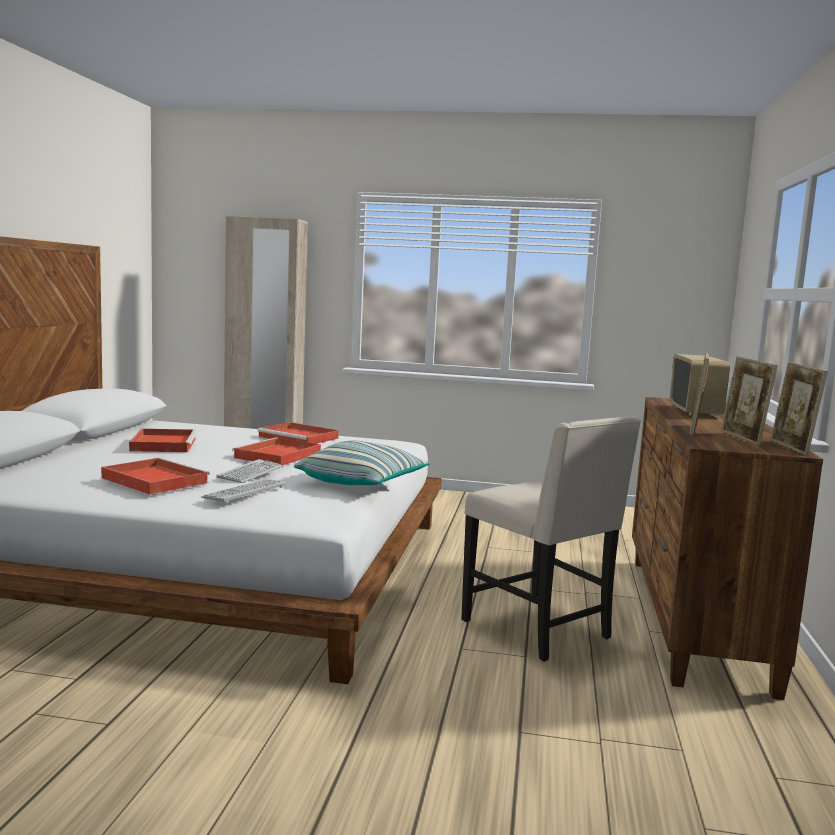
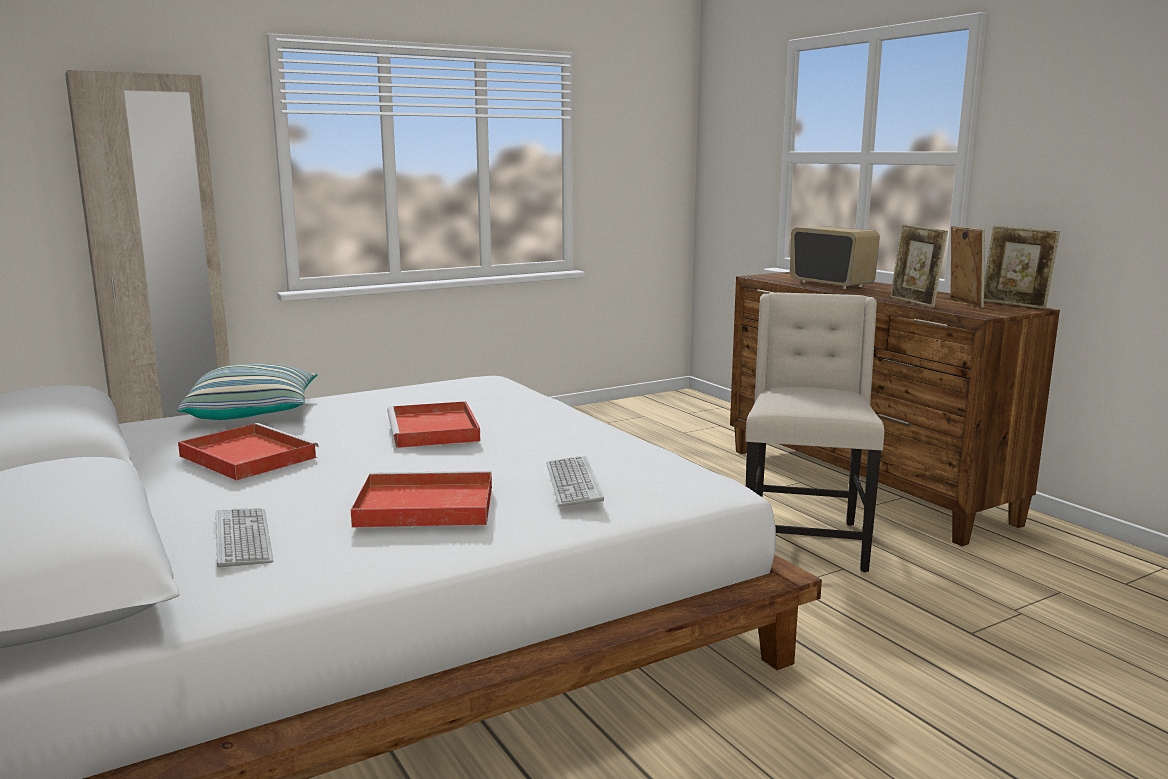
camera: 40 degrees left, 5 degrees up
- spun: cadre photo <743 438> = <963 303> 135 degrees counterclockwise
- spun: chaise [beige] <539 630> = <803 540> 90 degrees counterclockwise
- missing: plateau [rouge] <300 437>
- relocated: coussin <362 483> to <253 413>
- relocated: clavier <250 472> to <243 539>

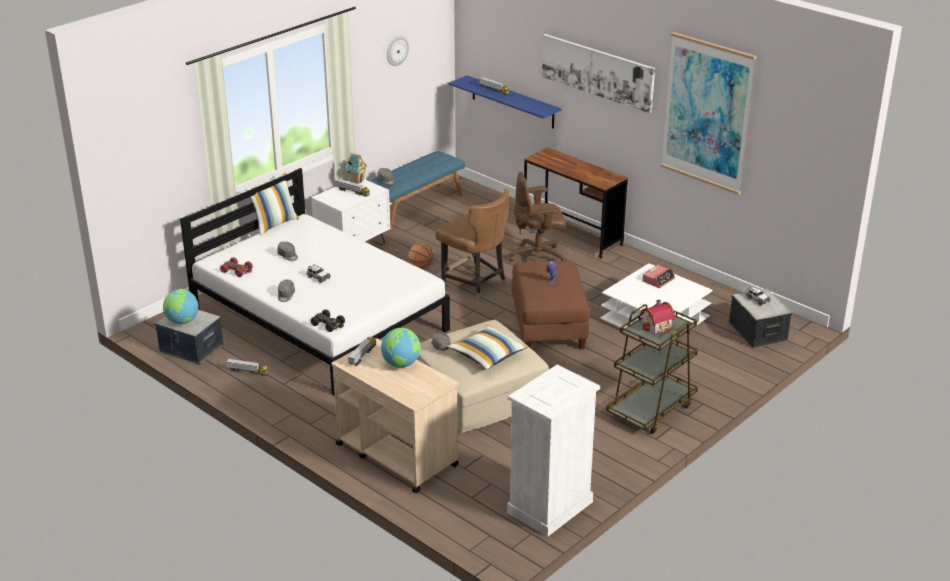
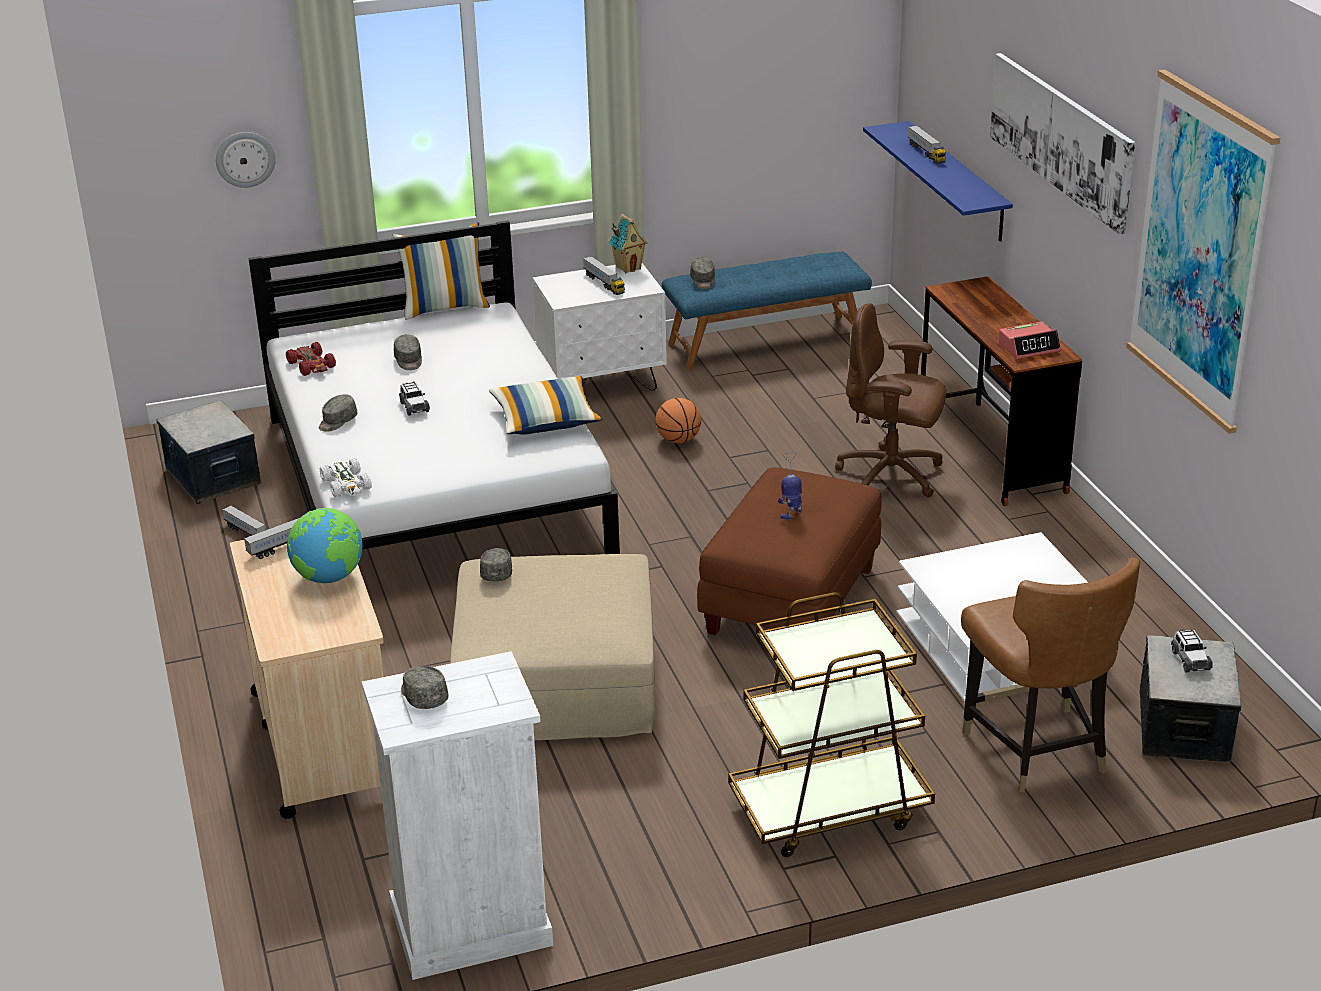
camera: 30 degrees right, 0 degrees up
- relocated: horloge murale <397 50> to <245 159>
- relocated: chaise [marron] <475 285> to <1037 750>
- relocated: réveil <658 280> to <1029 348>
- missing: globe <182 321>
- missing: maison miniature <658 327>
- colour: petite voiture [noir] <328 324> to petite voiture [blanc] <347 484>
- relocated: coussin <487 355> to <546 420>
- appeared: casquette [gris] <423 696>

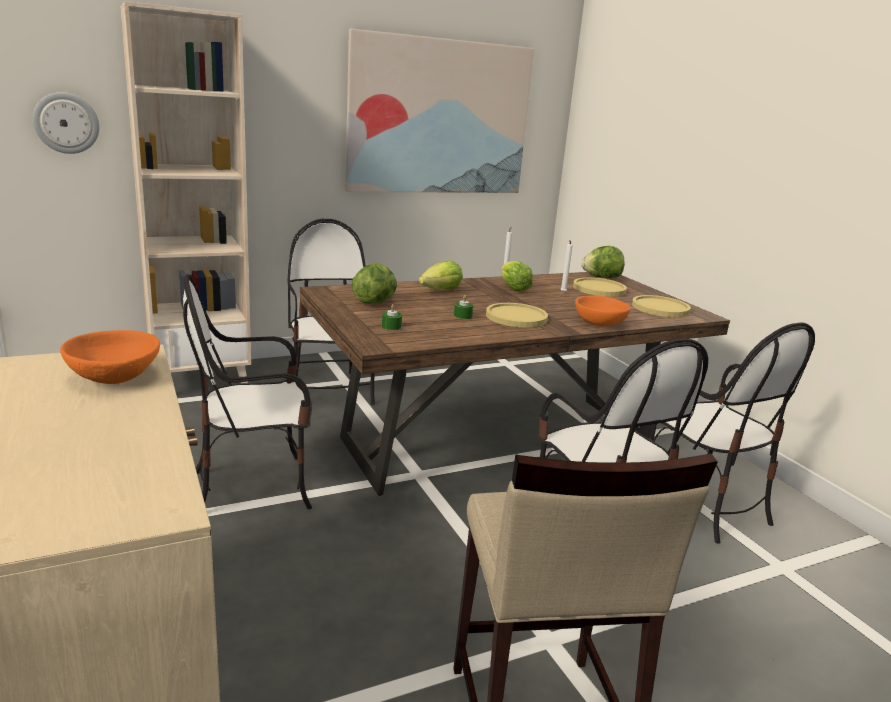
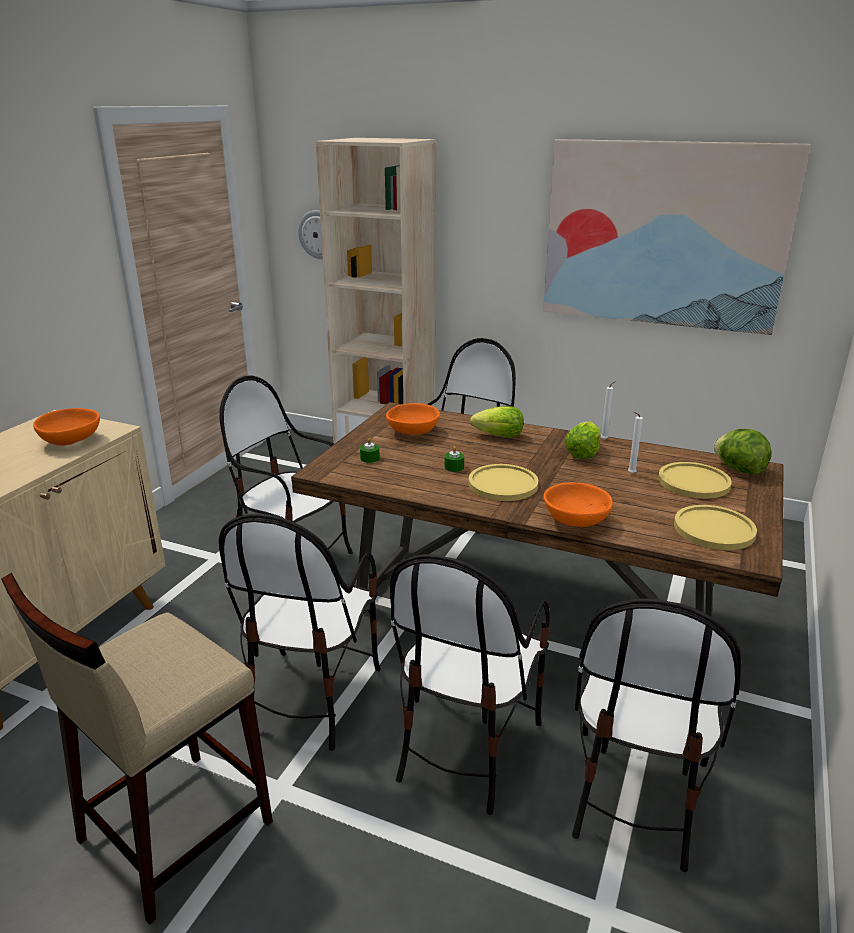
camera: 50 degrees right, 5 degrees up
- exchanged: laitue <375 302> to bol [orange] <412 432>
- appeared: chaise <311 696>

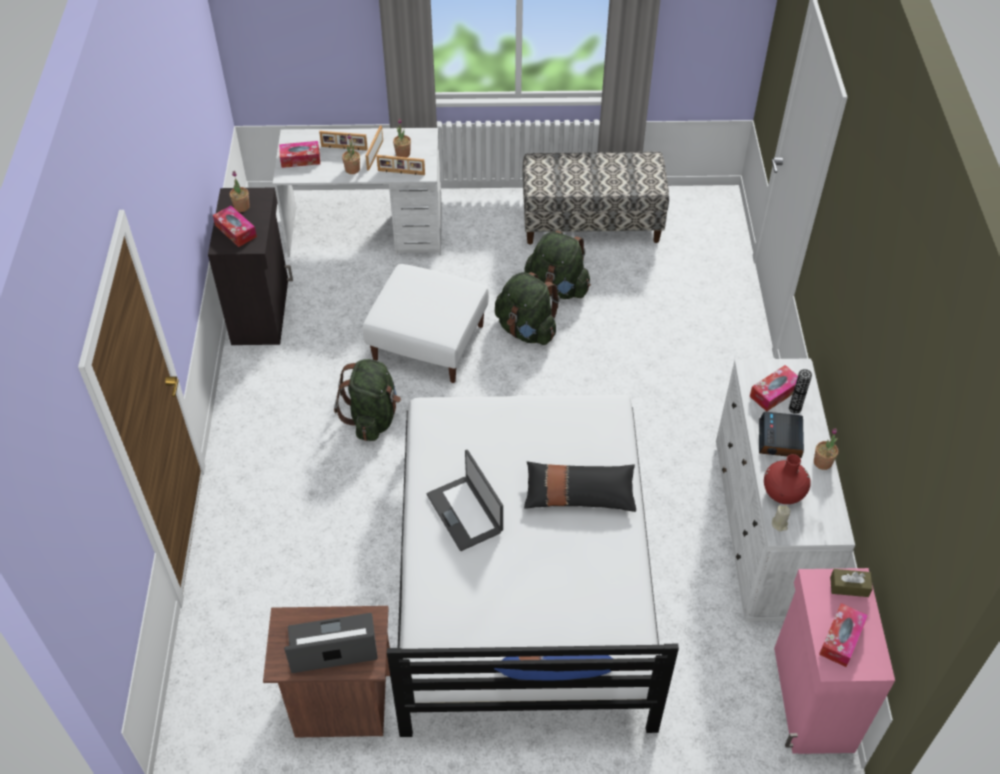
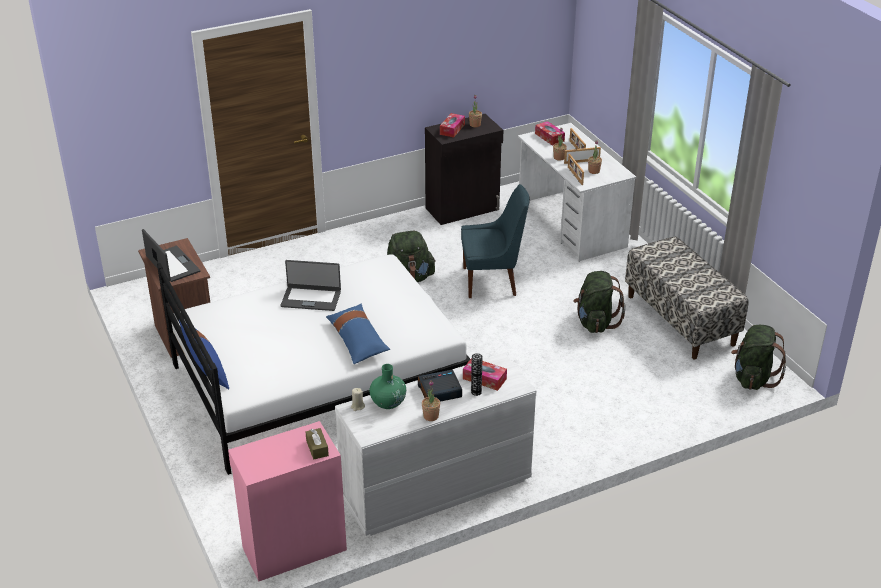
camera: 65 degrees right, 15 degrees down
- exchanged: pouf [blanc] <429 342> to chaise [bleu] <492 281>
- relocated: sac à dos [vert] <526 330> to <753 378>
- spun: ordinateur portable <465 513> = <311 298> 120 degrees counterclockwise
- colour: vase [rouge] <783 493> to vase [vert] <388 402>
- colour: coussin [noir] <579 494> to coussin [bleu] <357 340>
- missing: boîte à mouchoirs <841 639>

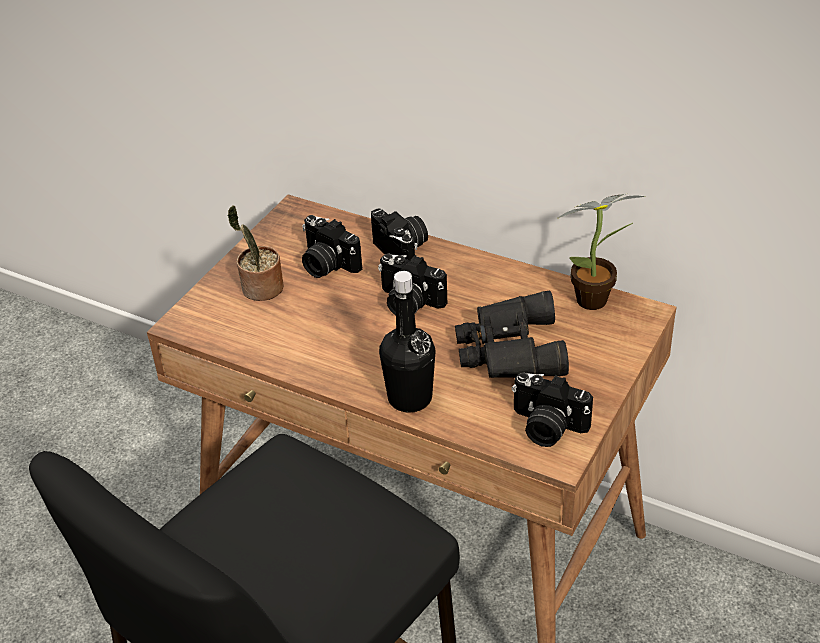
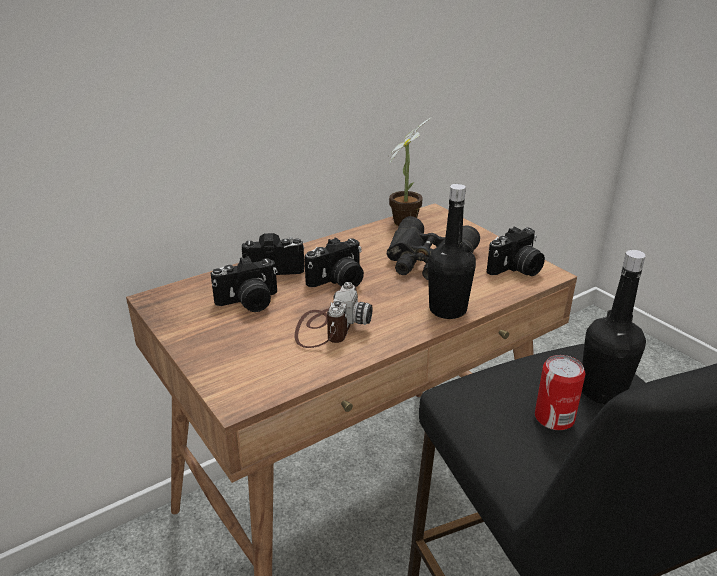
camera: 65 degrees left, 10 degrees down
- missing: plante en pot <260 289>
- appeared: bouteille [noir] <602 391>
- appeared: appareil photo <328 327>
- appeared: boîte métallique <554 418>

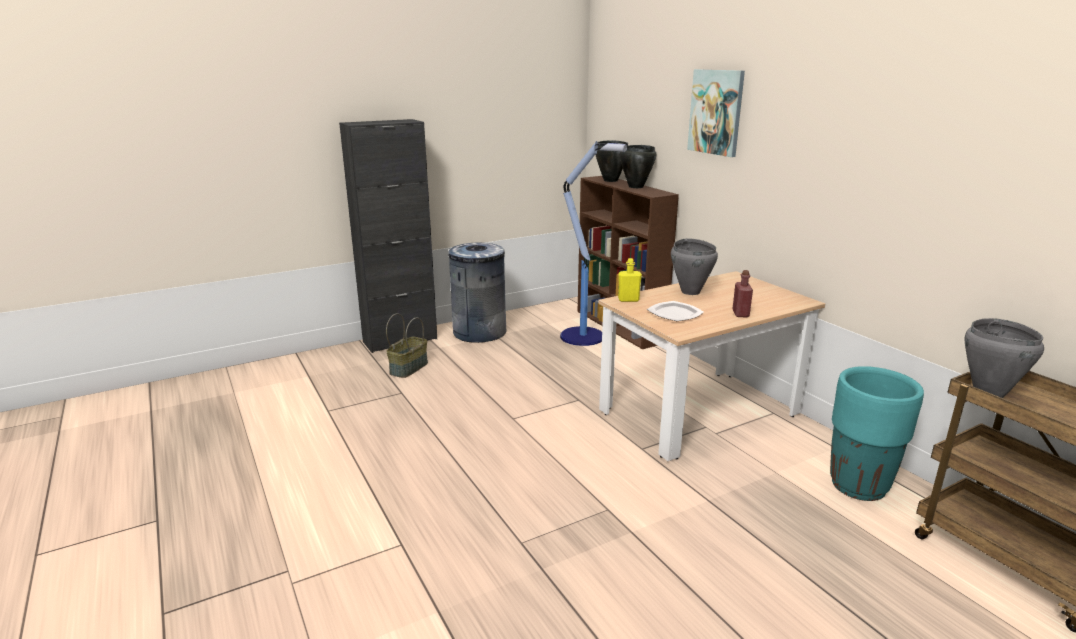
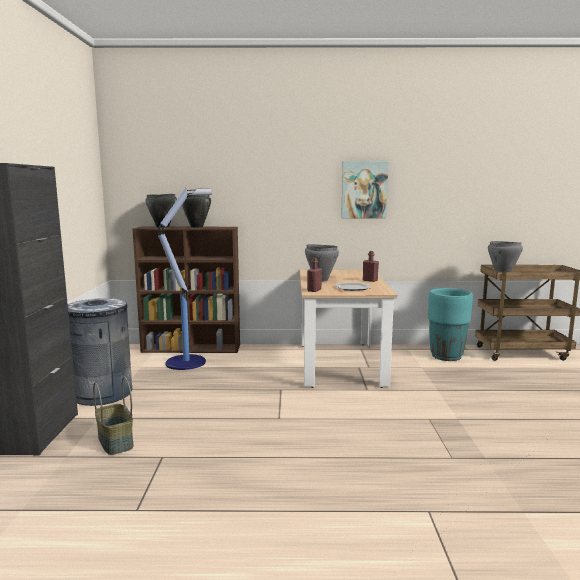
camera: 60 degrees left, 10 degrees down
- relocated: tableau <716 112> to <364 190>
- colour: bouteille [jaune] <628 300> to bouteille [rouge] <314 290>

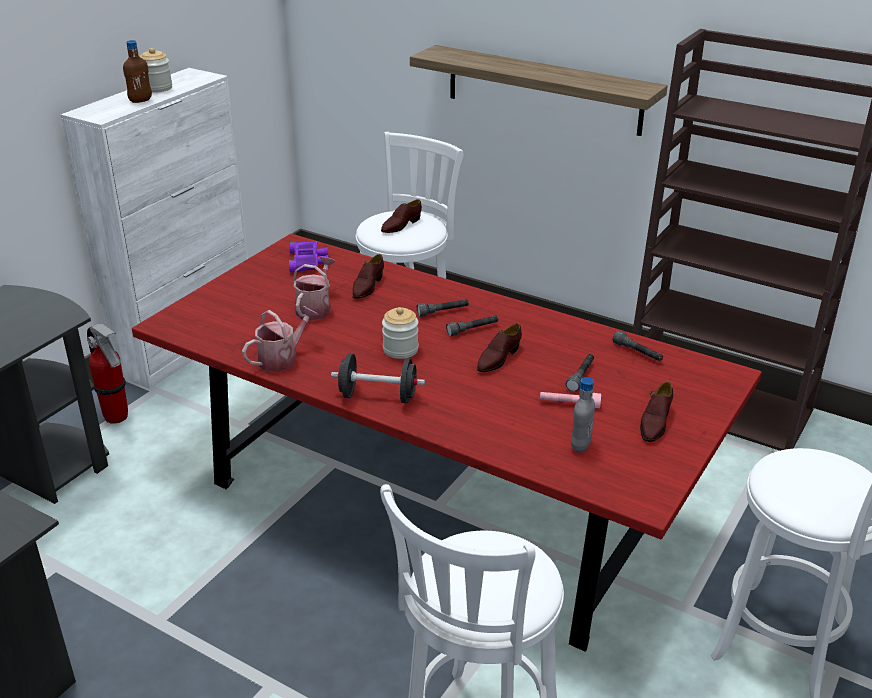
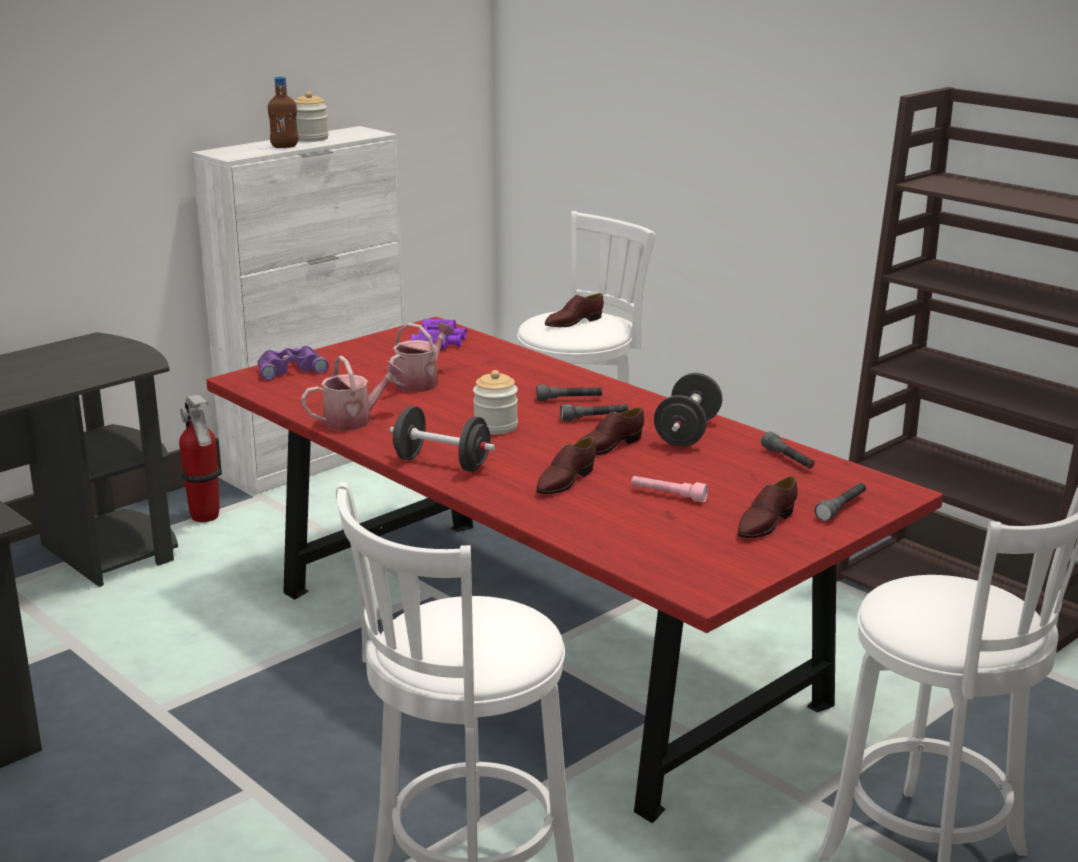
camera: 15 degrees right, 10 degrees down
- missing: étagère <543 90>
- relocated: chaussure [marron] <367 286> to <564 481>
- relocated: lampe de poche [gris] <581 377> to <842 508>
- missing: bouteille [gris] <580 446>
- appeared: jumelles [violet] <290 369>
- appeared: haltère [noir] <687 433>

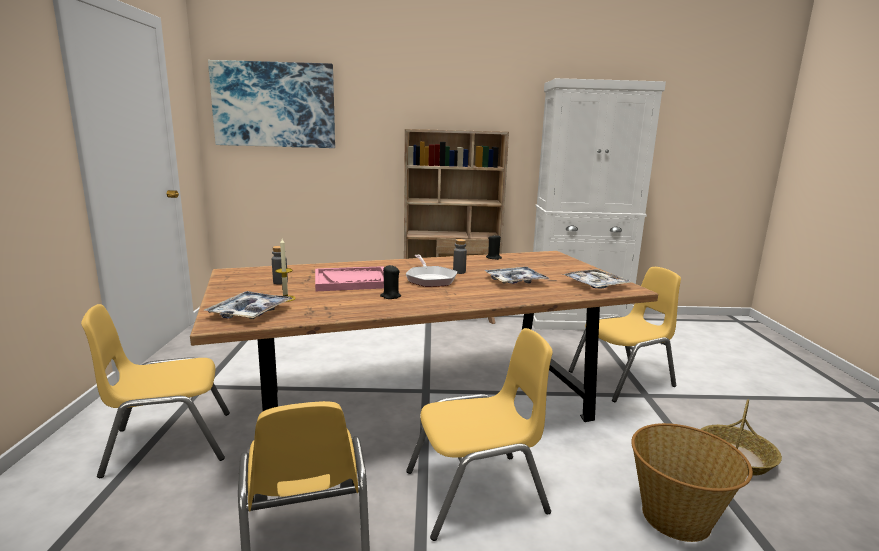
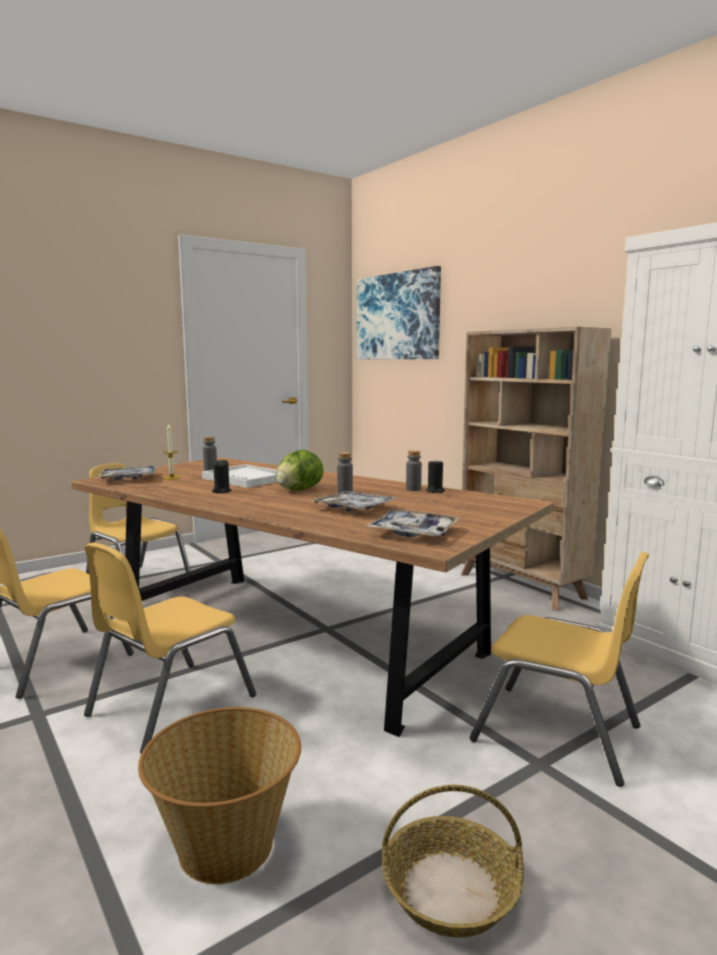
camera: 55 degrees right, 5 degrees down
- exchanged: poêle <430 279> to laitue <298 490>
- colour: plateau [rose] <352 281> to plateau [blanc] <246 478>
- spun: chaise [jaune] <476 493> = <170 705> 90 degrees clockwise
- appeared: bouteille [gris] <413 489>

